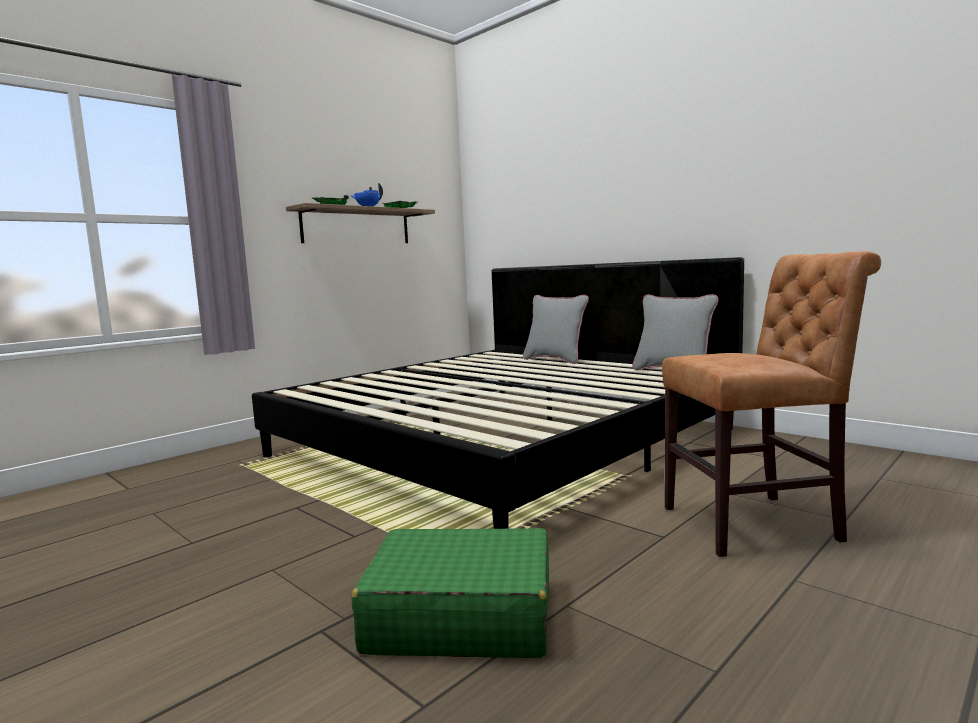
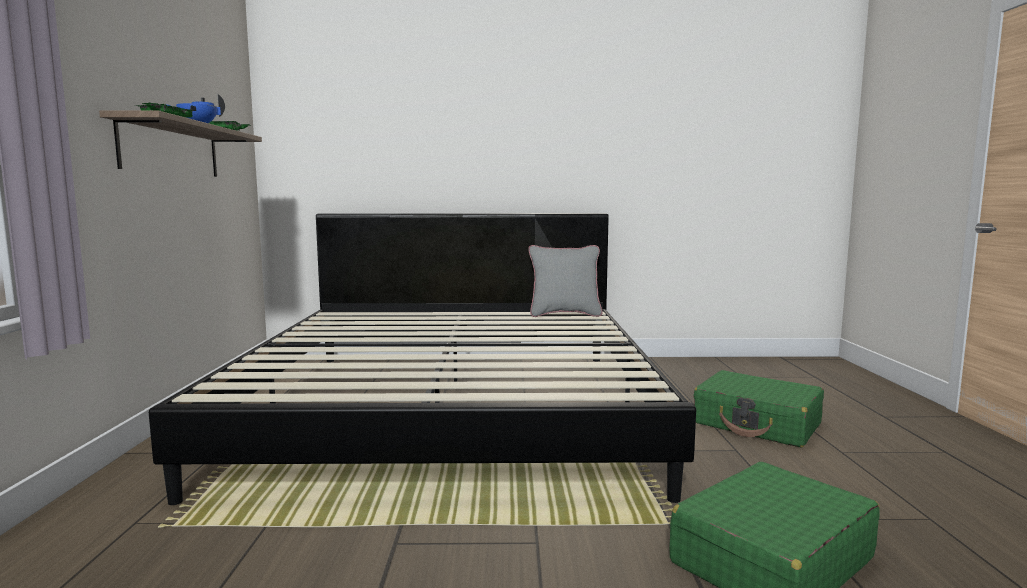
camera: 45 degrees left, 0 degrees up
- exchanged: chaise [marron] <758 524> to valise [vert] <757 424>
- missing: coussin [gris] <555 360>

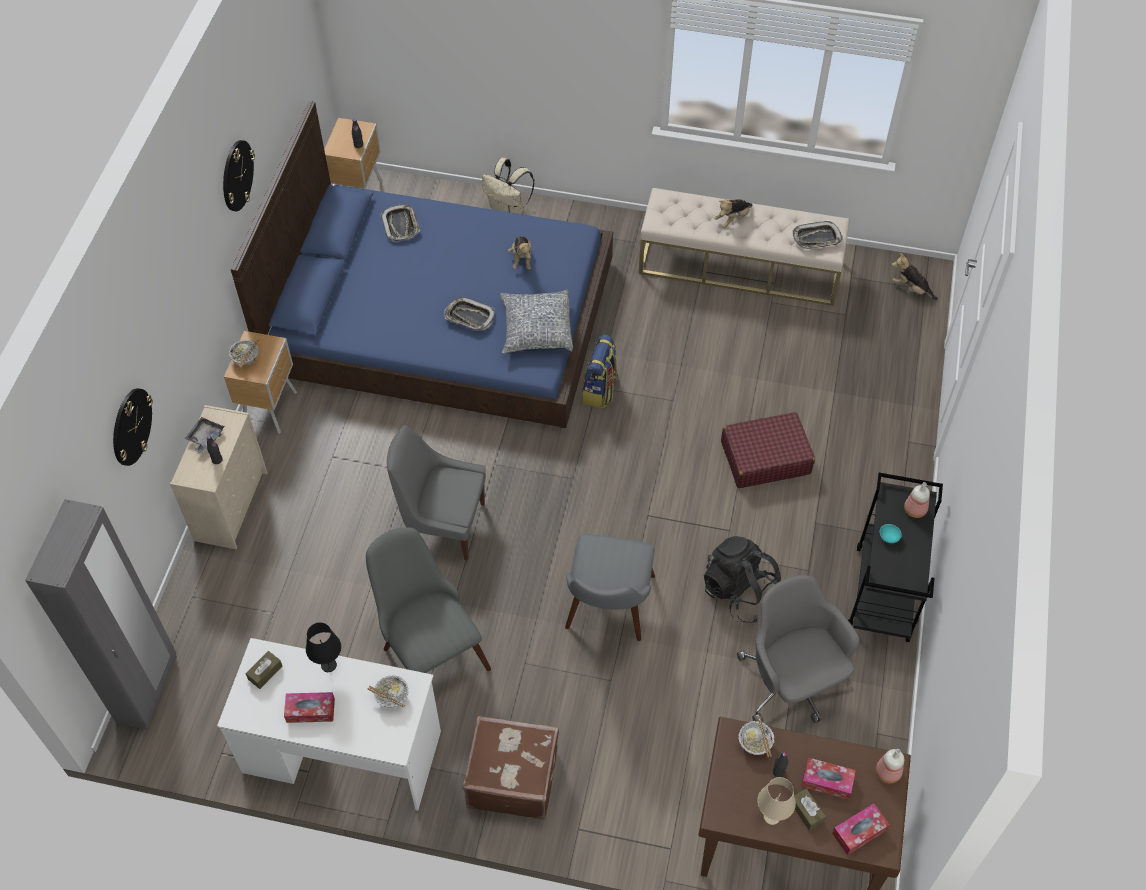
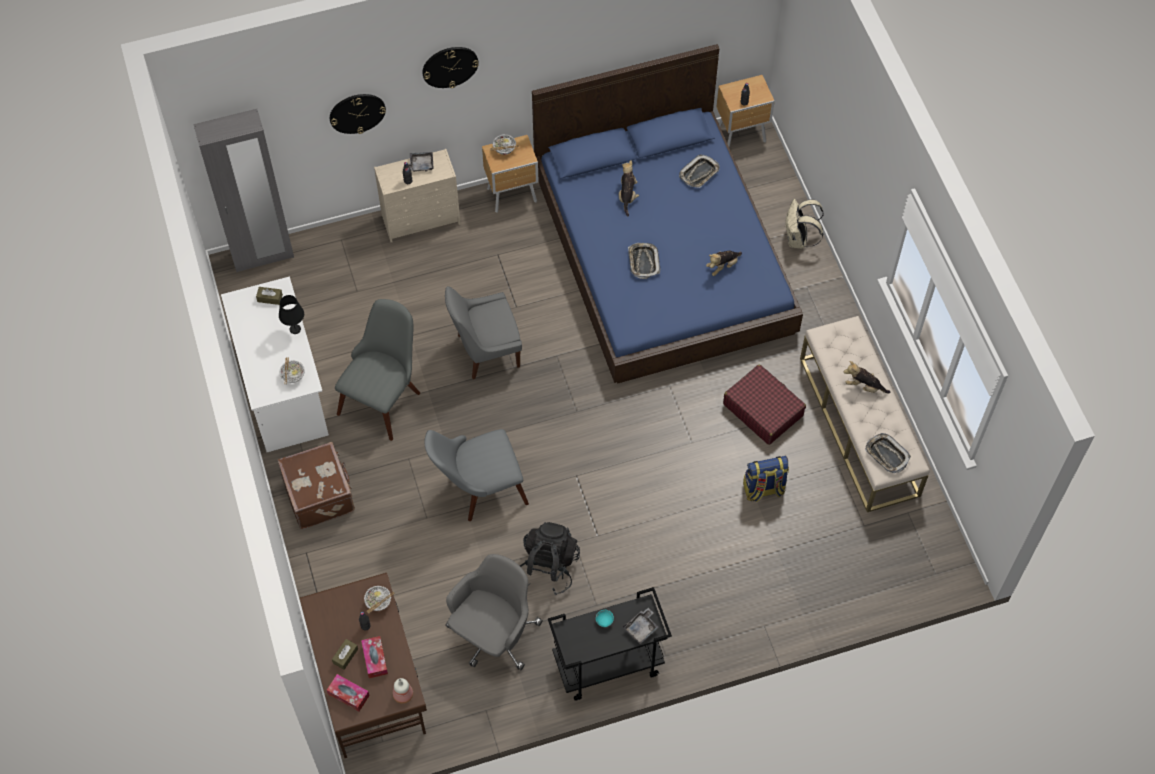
camera: 60 degrees right, 5 degrees up
- relocated: horloge murale <237 175> to <450 66>
- relocated: peluche <911 289> to <627 195>
- missing: coussin <536 329>
- relocated: sac à dos <600 390> to <763 489>
- relocated: valise [rouge] <765 457> to <763 409>
- spun: chaise [gris] <443 525> = <485 351> 90 degrees counterclockwise
- exchanged: bouteille <915 509> to plateau [gris] <641 628>
- missing: boîte à mouchoirs <310 710>
- missing: lampe de table [beige] <771 817>

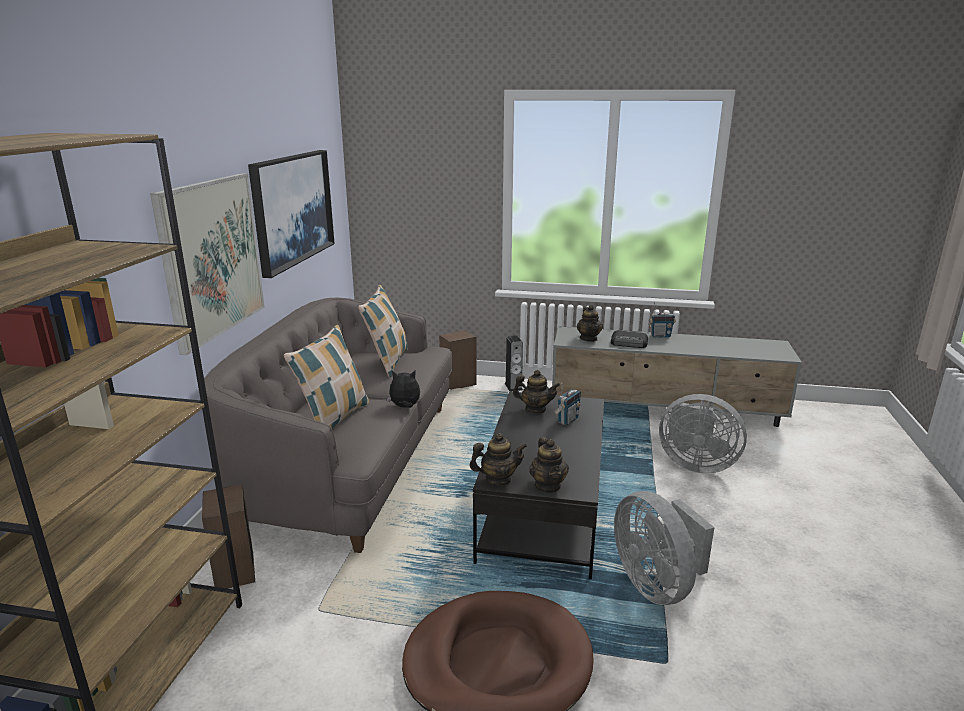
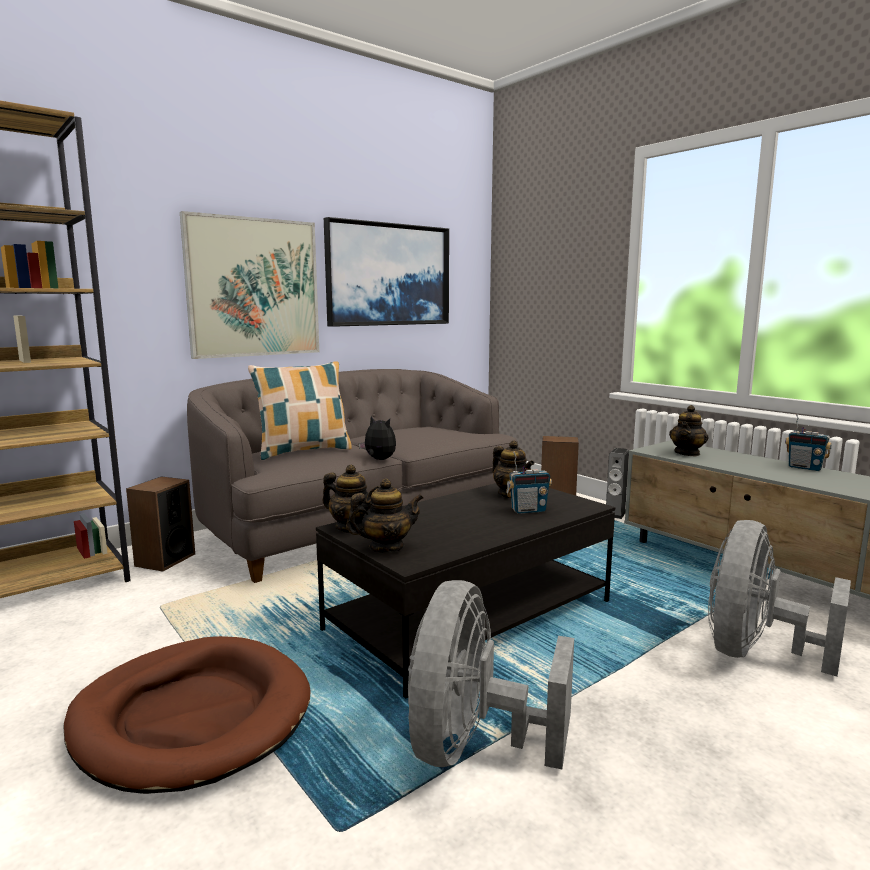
camera: 40 degrees right, 10 degrees down
- missing: coussin <387 362>
- missing: radio <629 343>
- spun: ventilateur [gris] <695 464> = <755 652> 60 degrees clockwise
- spun: théière <548 486> = <386 547> 135 degrees counterclockwise

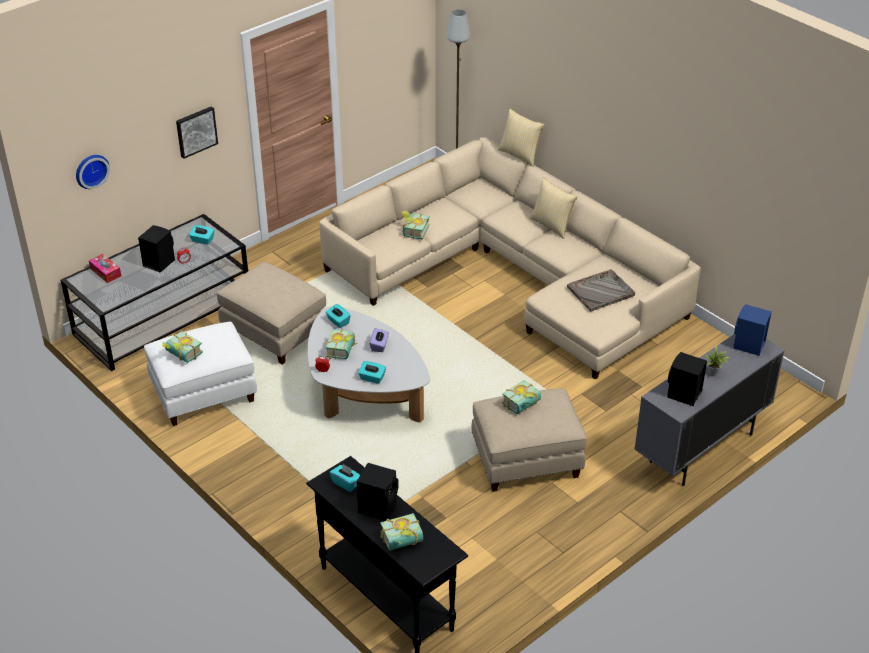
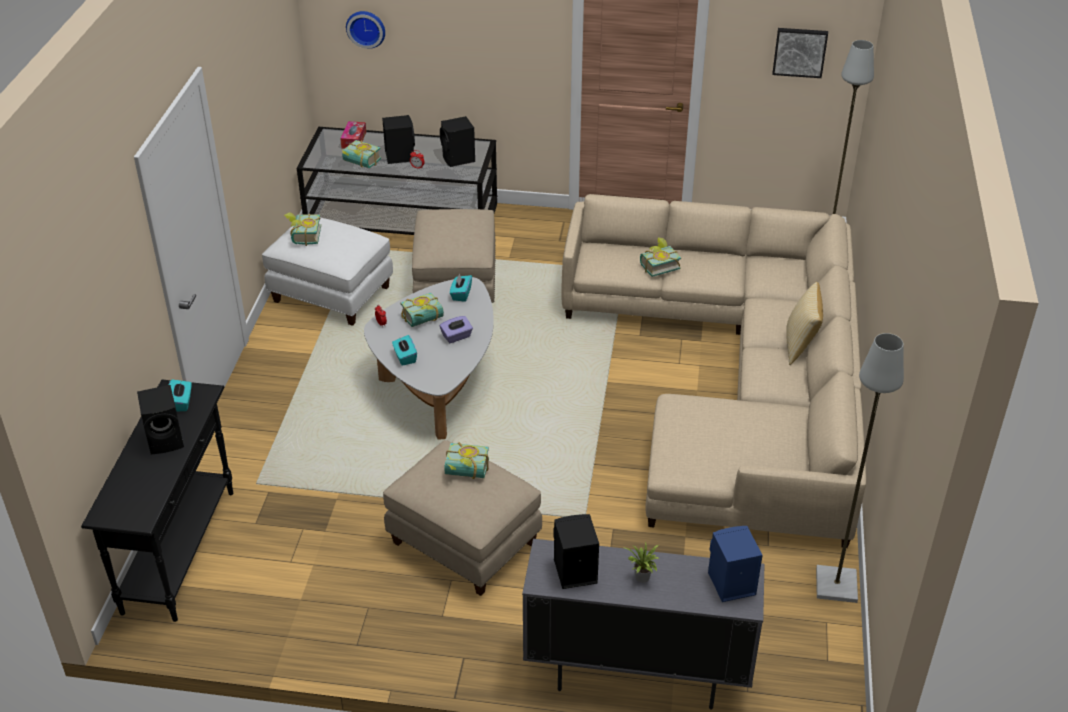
camera: 50 degrees right, 0 degrees up
- relocated: tableau <196 131> to <799 51>
- missing: coussin <520 155>
- exchanged: boîte à mouchoirs [turquoise] <202 240> to enceinte [noir] <458 159>
- missing: plateau [gris] <601 291>
- relocated: livre <403 542> to <360 163>
- appeared: lampadaire [gris] <837 586>

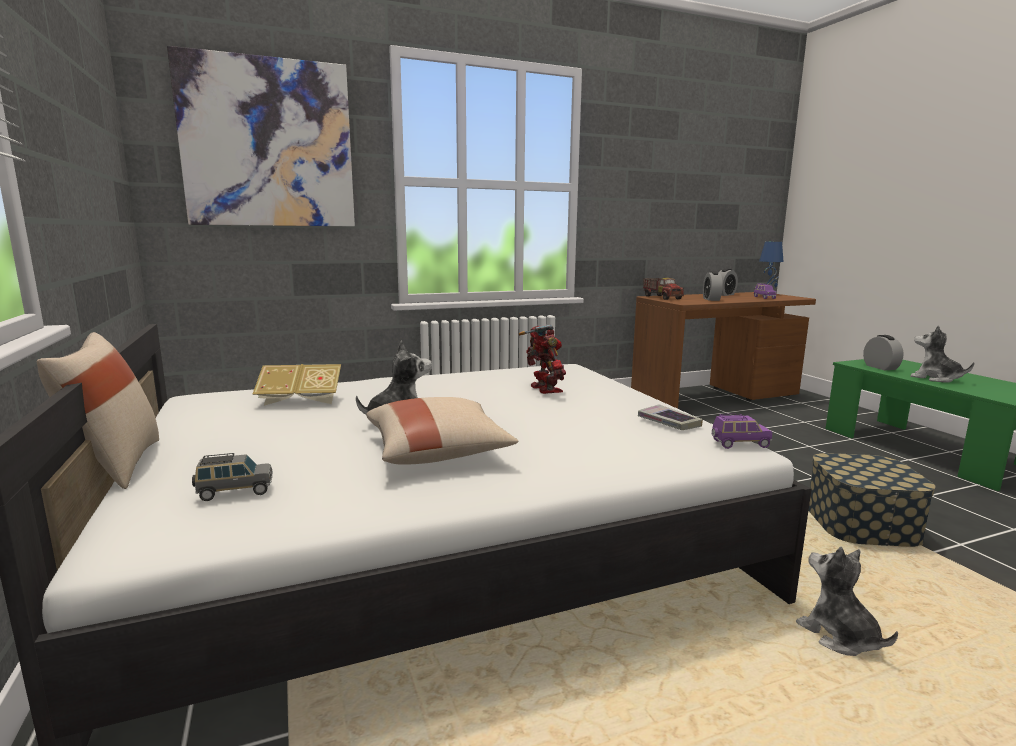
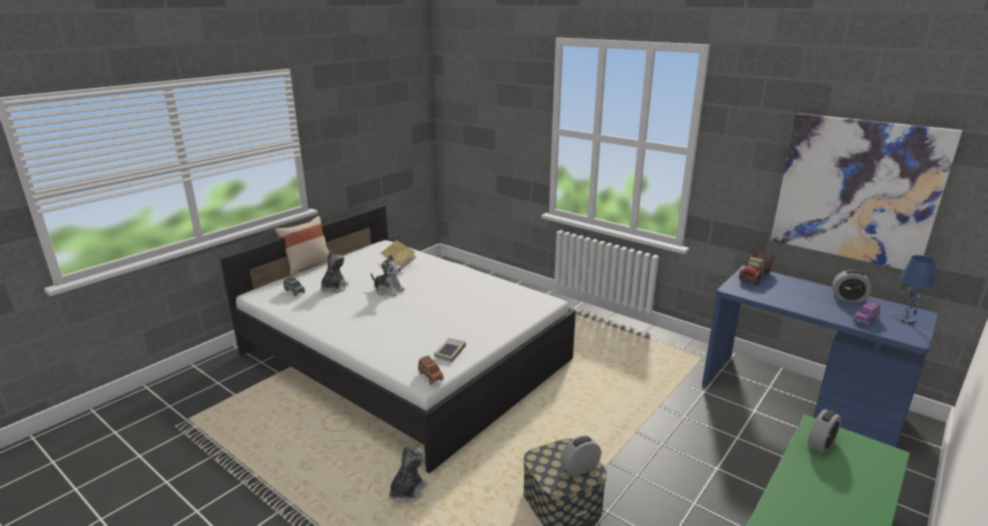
camera: 60 degrees right, 10 degrees up
- relocated: tableau <268 144> to <856 190>
- relocated: réveil <711 299> to <580 468>
- colour: bureau [marron] <715 396> to bureau [bleu] <799 398>
- missing: robot jouet <543 389>
- relocated: peluche <935 378> to <334 288>
- missing: coussin [beige] <438 453>
- colour: petite voiture [violet] <739 444> to petite voiture [marron] <430 376>

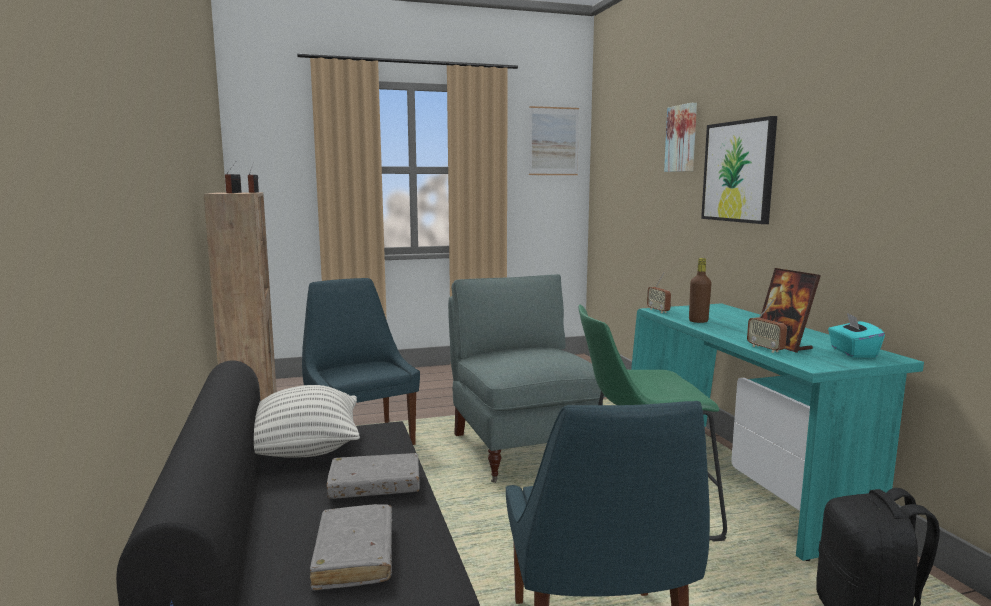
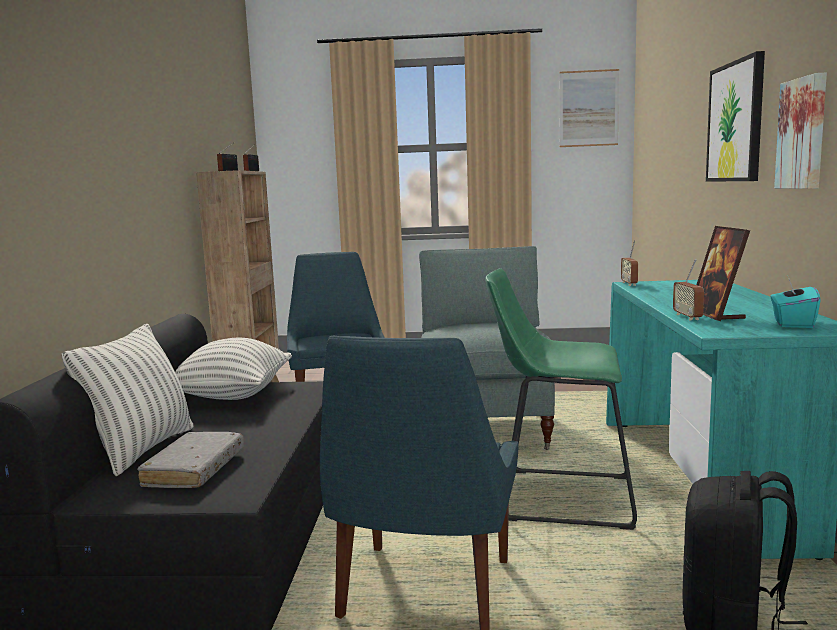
camera: 20 degrees right, 0 degrees up
- relocated: tableau <682 138> to <804 133>
- missing: bouteille [marron] <698 321>
- missing: livre [gris] <375 486>
- appeared: coussin <142 449>

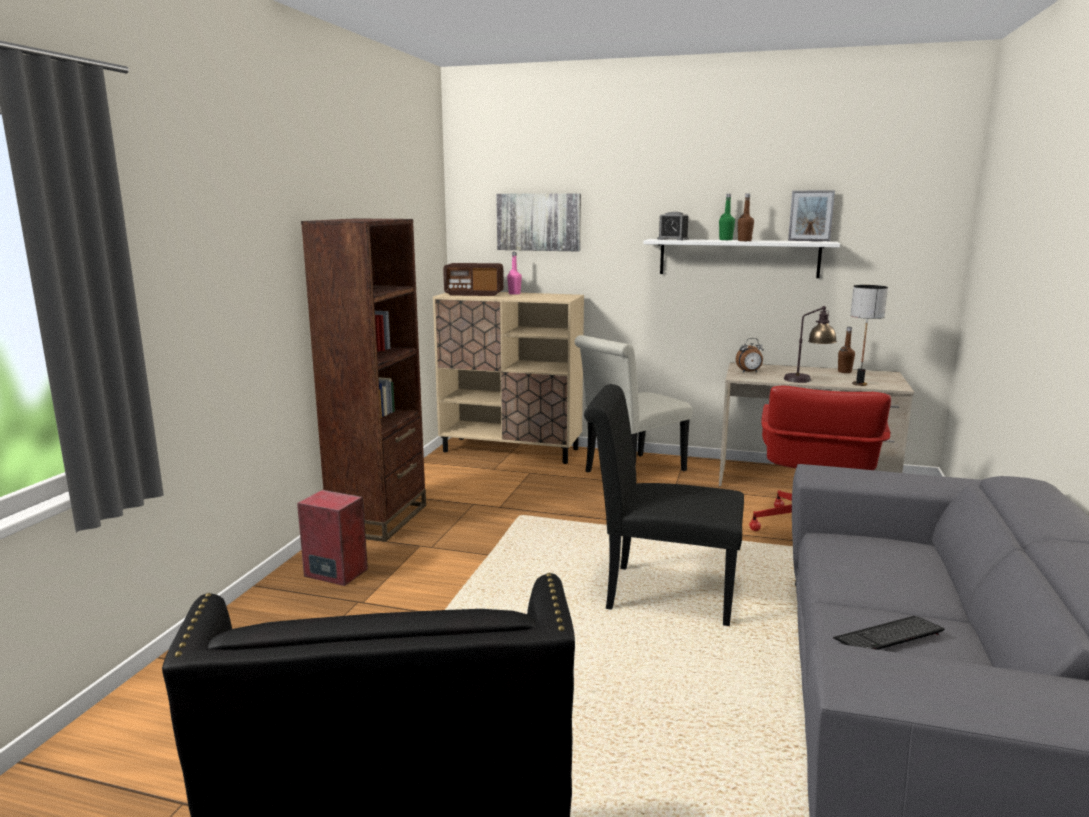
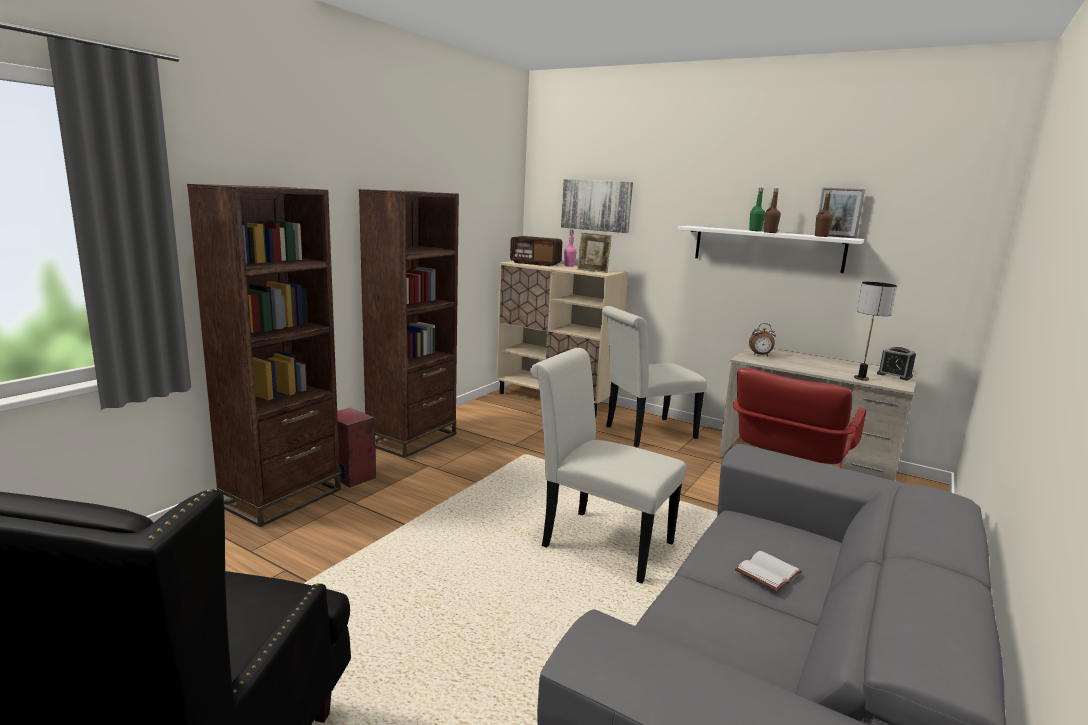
camera: 15 degrees right, 0 degrees up
- relocated: réveil <672 239> to <894 375>
- missing: lampe de table <808 379>
- relocated: bouteille [marron] <844 372> to <821 236>
- colour: chaise [noir] <660 593> to chaise [blanc] <599 542>
- missing: clavier <888 636>
- appeared: bibliothèque [marron] <282 498>
- appeared: cadre photo <593 271>
- appeared: livre [blanc] <766 571>

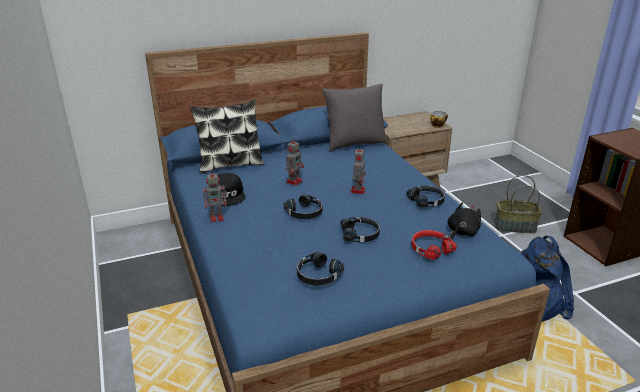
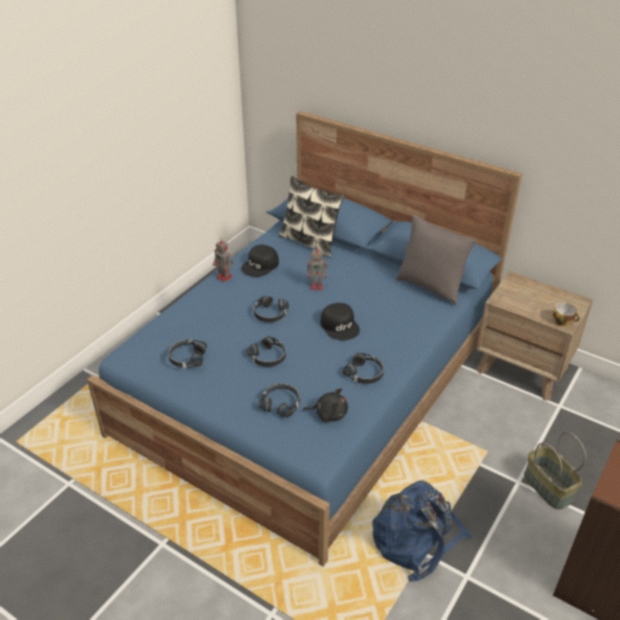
camera: 55 degrees right, 10 degrees up
- exchanged: robot jouet <358 190> to casquette [noir] <340 325>
- colour: casque audio [rouge] <430 249> to casque audio [noir] <281 403>

